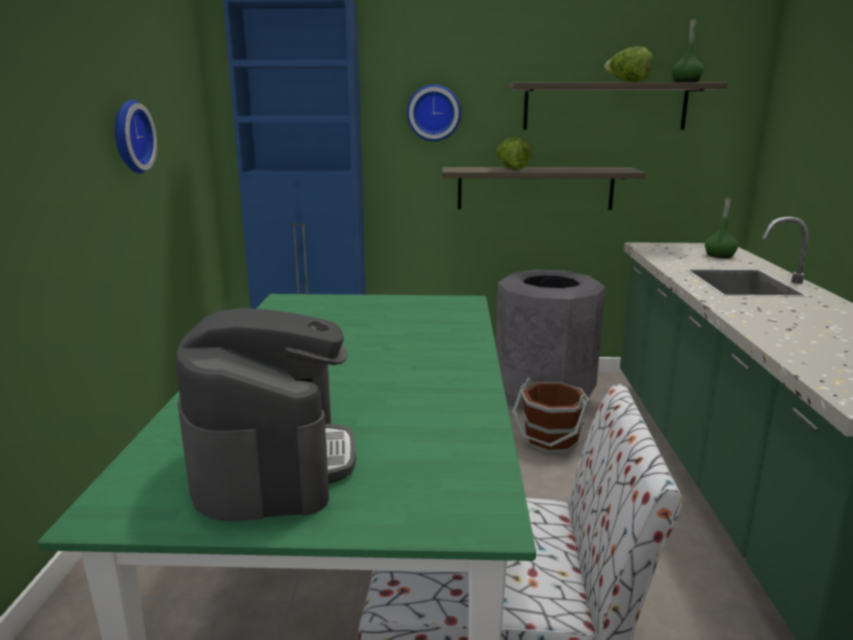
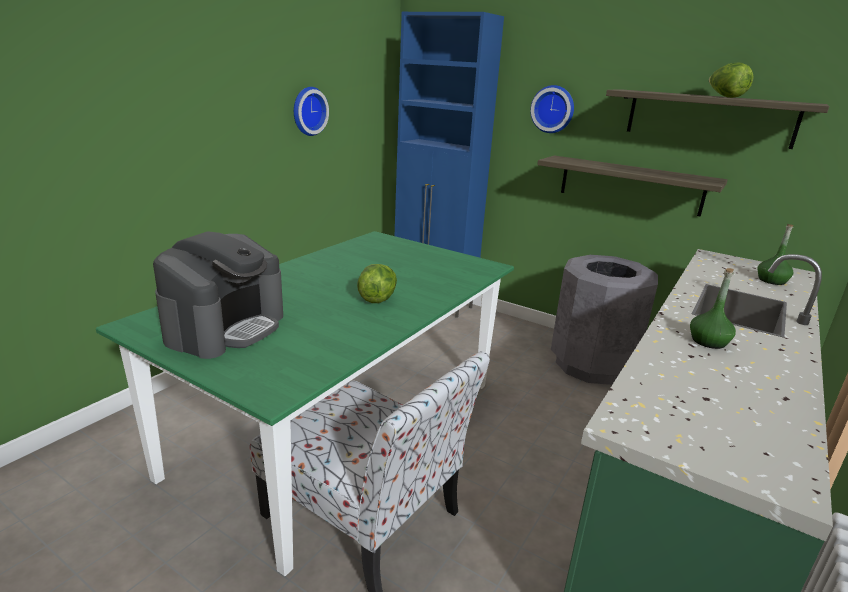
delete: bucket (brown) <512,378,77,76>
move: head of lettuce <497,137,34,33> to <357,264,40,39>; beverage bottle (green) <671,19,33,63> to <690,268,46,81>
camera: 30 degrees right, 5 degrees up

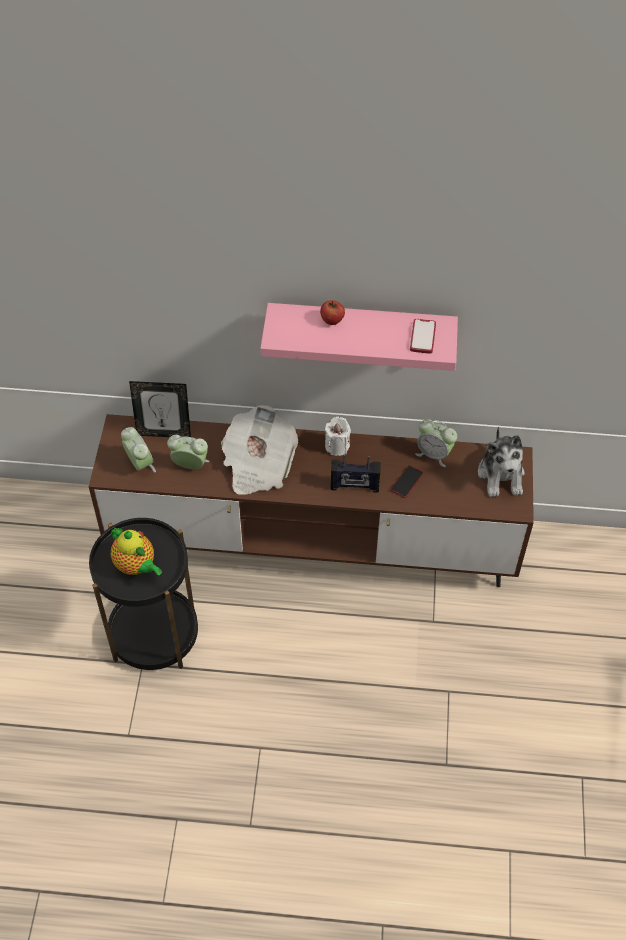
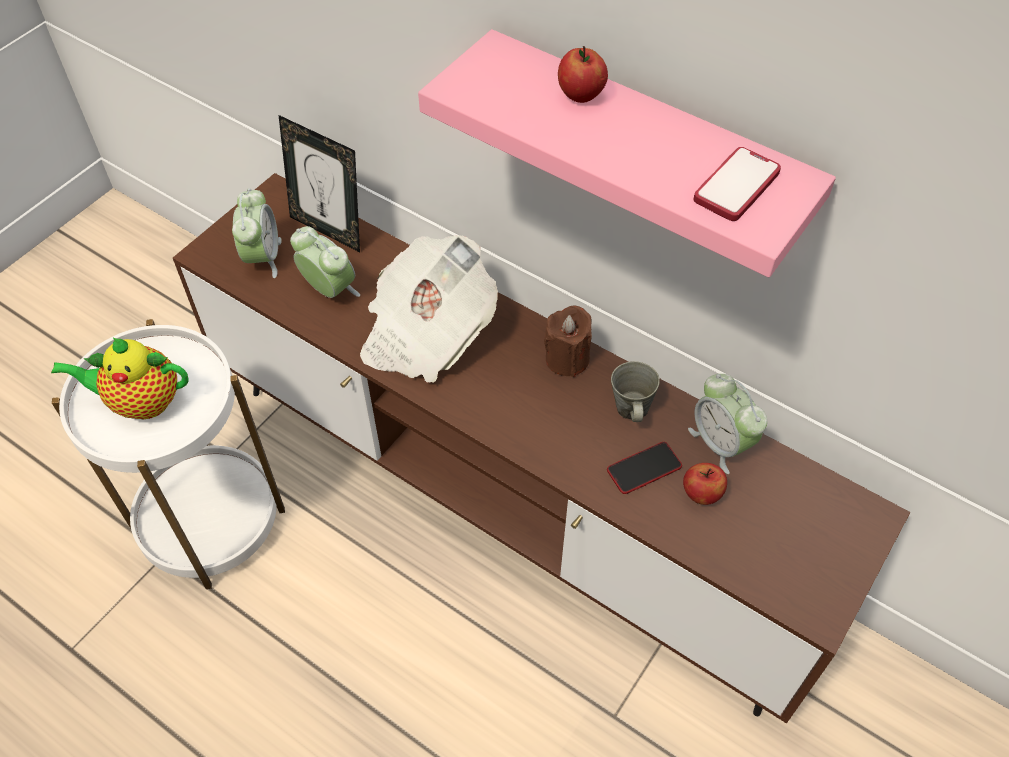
delete: radio receiver <331,454,50,39>; cuddly toy <478,427,47,70>
insert: coffee mug (gray) <611,361,49,61>; whole apple <683,463,44,42>
recolor: end table (black) <89,518,109,152> to end table (white) <52,319,233,270>; wax candle (white) <325,417,26,39> to wax candle (brown) <544,305,48,72>
rotate: pot for tea <111,527,51,48> = <51,338,137,81> 105 degrees clockwise
camera: 30 degrees right, 0 degrees up

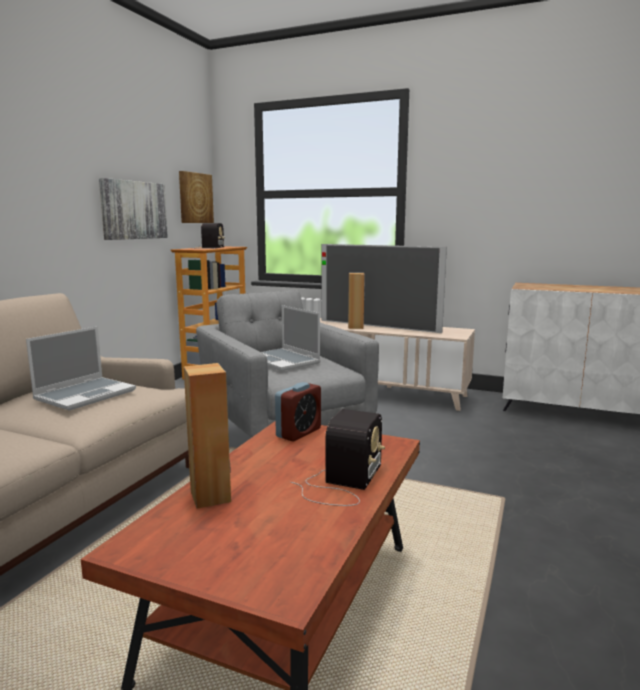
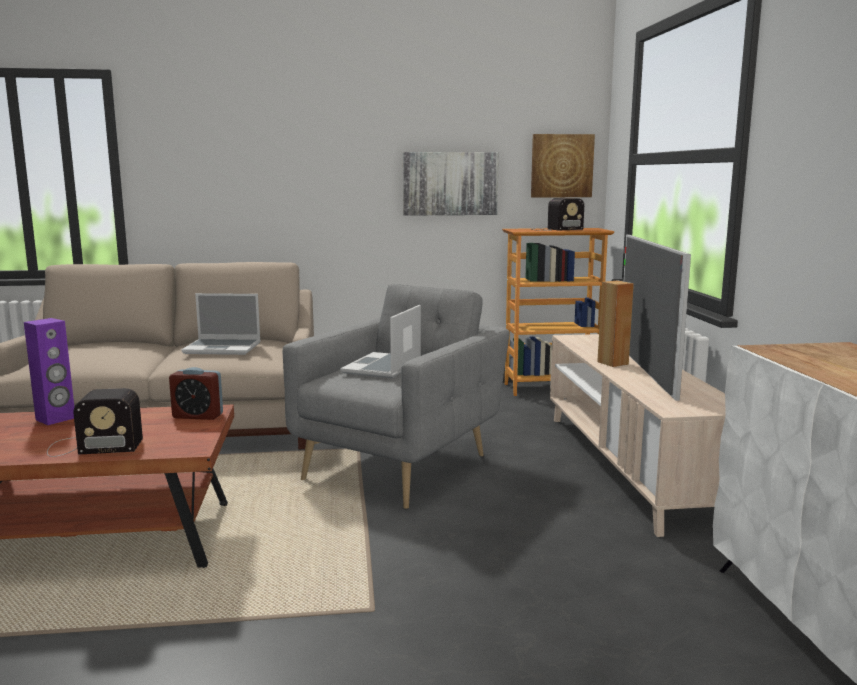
recolor: loudspeaker (brown) <184,363,47,146> to loudspeaker (purple) <24,318,50,107>
camera: 60 degrees right, 0 degrees up

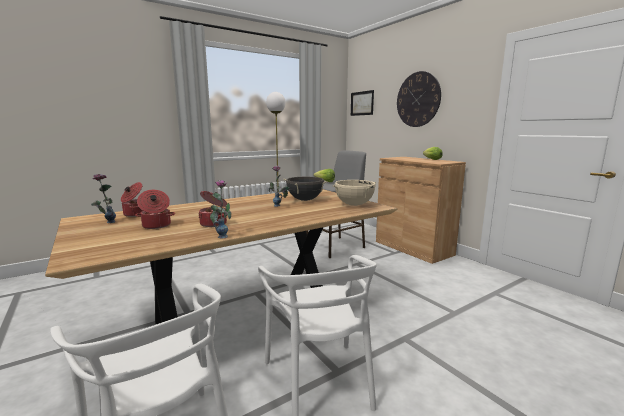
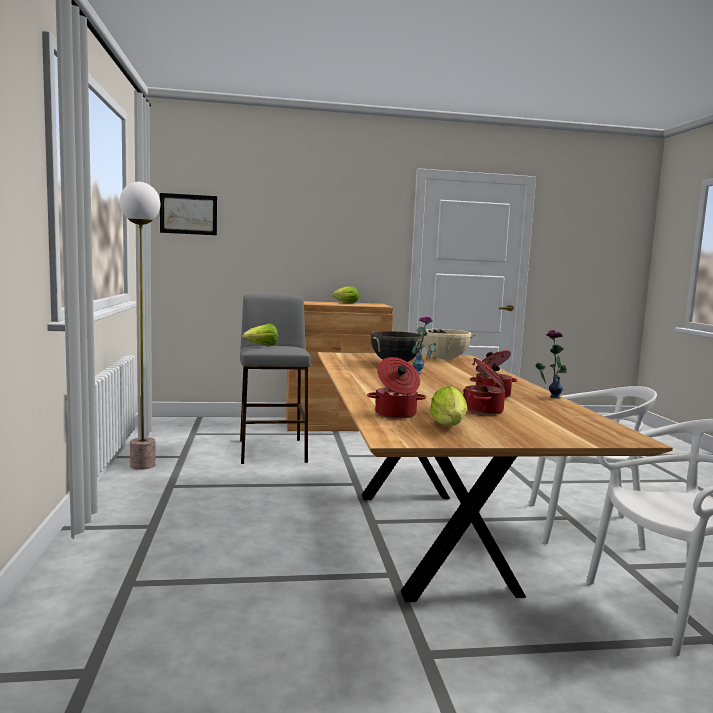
delete: clock on the wall <397,71,44,56>
replace: decorative vase <91,174,25,49> to head of lettuce <430,386,38,40>
camera: 65 degrees left, 5 degrees down

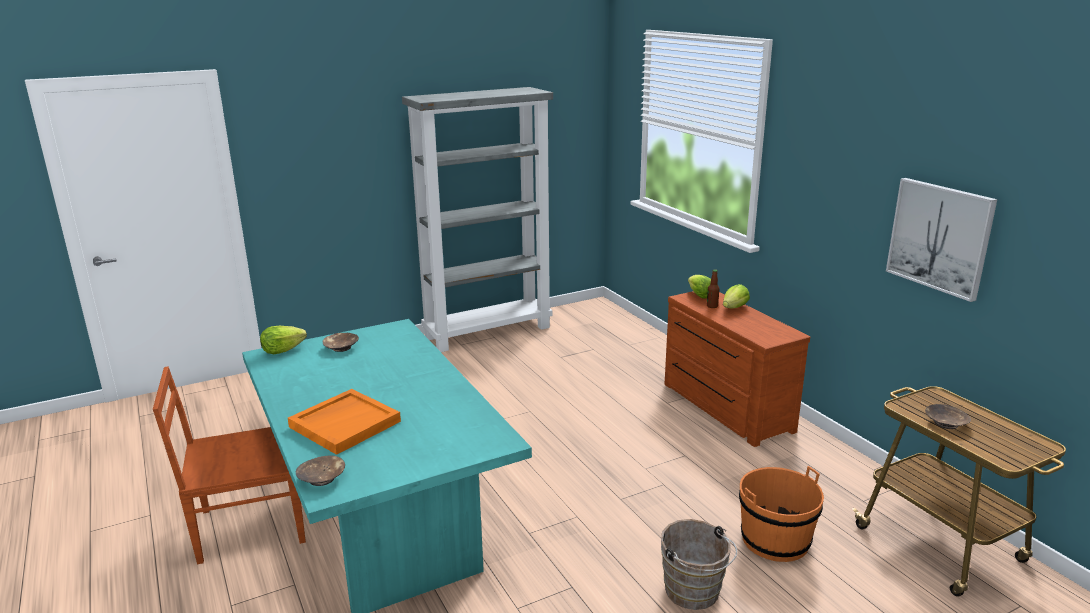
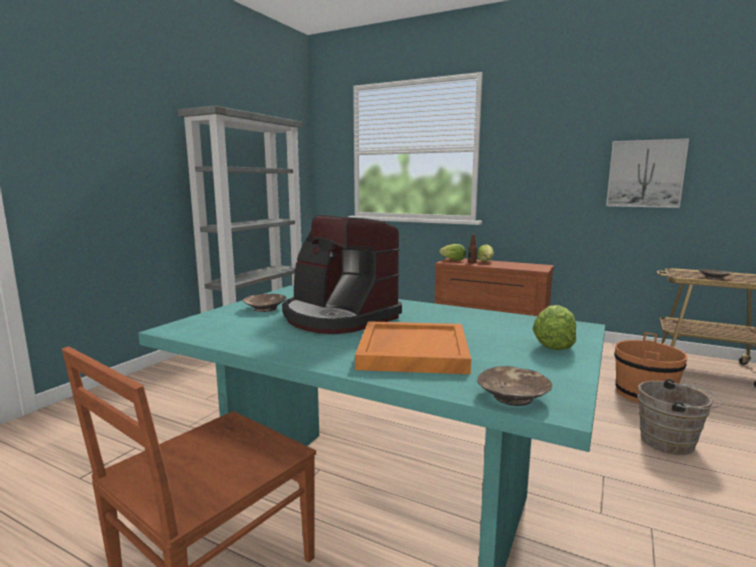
insert: coffee machine <282,215,120,119>
move: head of lettuce <260,326,47,28> to <533,305,43,45>
camera: 35 degrees left, 10 degrees down

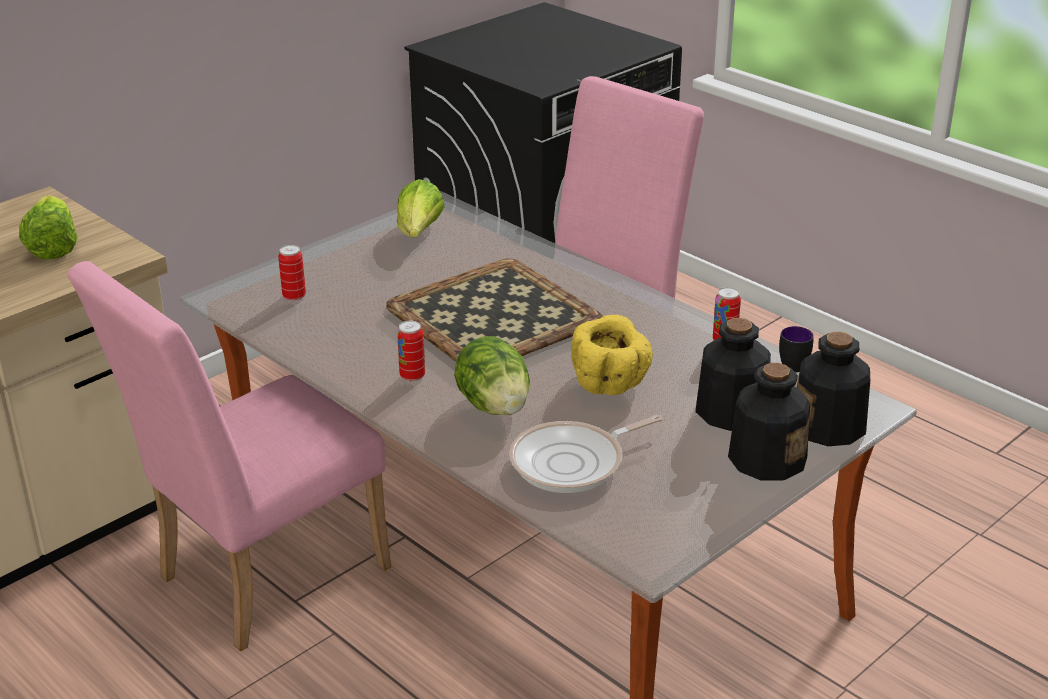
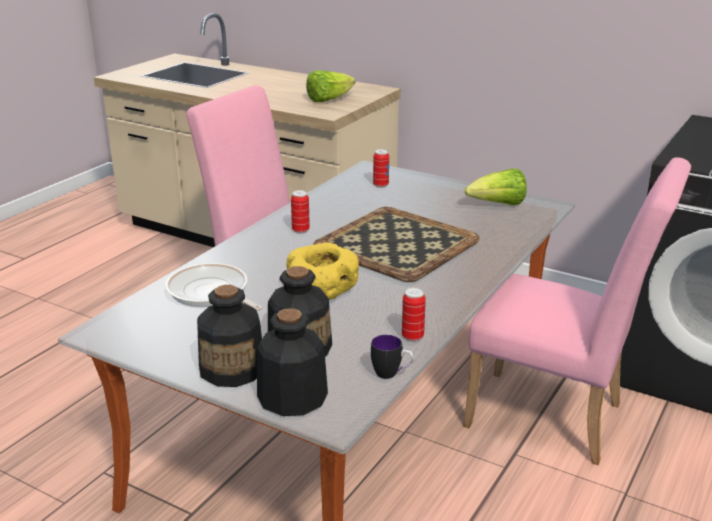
delete: head of lettuce <454,336,76,79>
camera: 75 degrees right, 5 degrees down

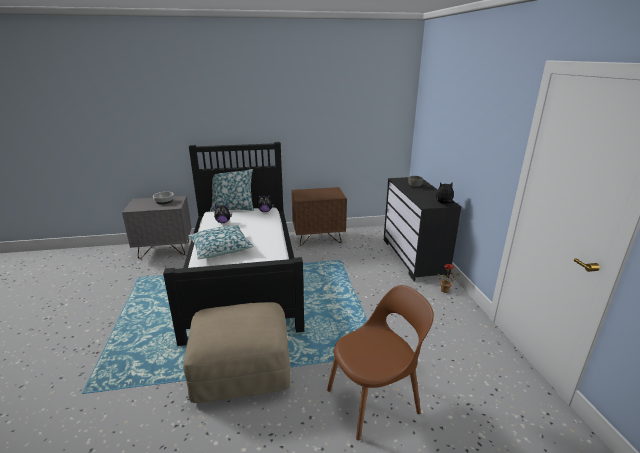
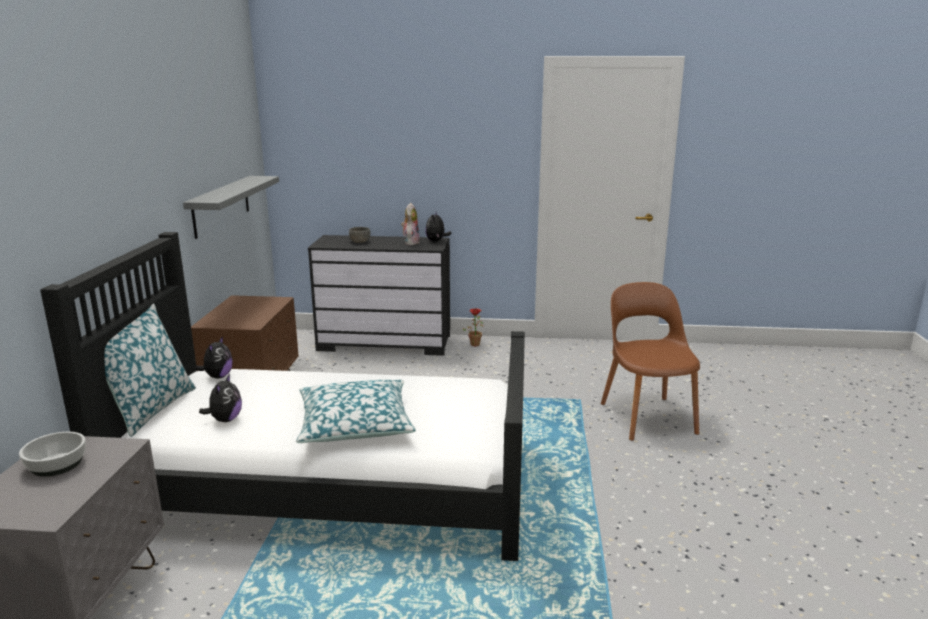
delete: pouffe (beige) <183,302,107,101>
insert: shelf (gray) <183,176,96,63>; cuddly toy <401,203,19,42>
camera: 75 degrees left, 5 degrees down

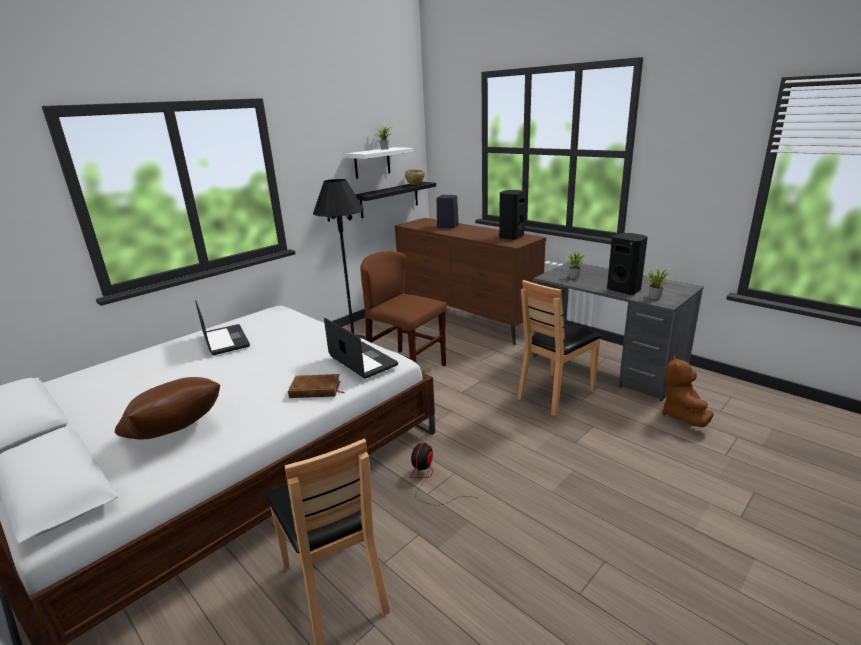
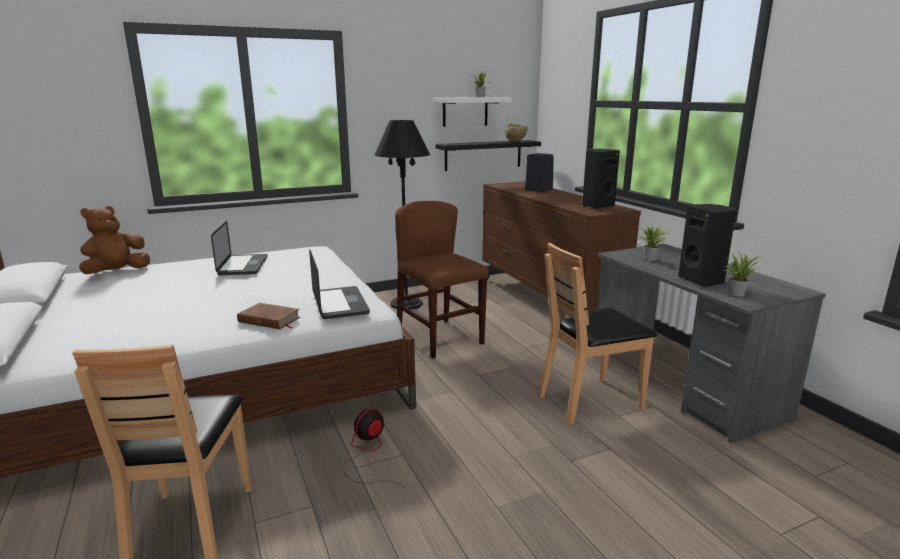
delete: pillow (brown) <115,377,105,63>
move: cuddly toy (brown) <662,355,51,72> to <79,206,71,68>
camera: 20 degrees right, 5 degrees down

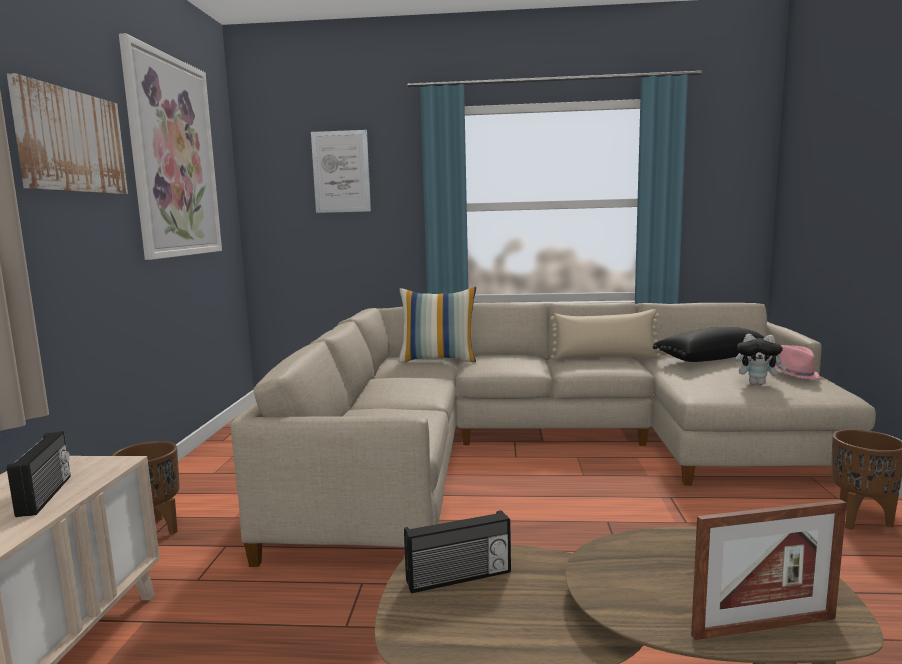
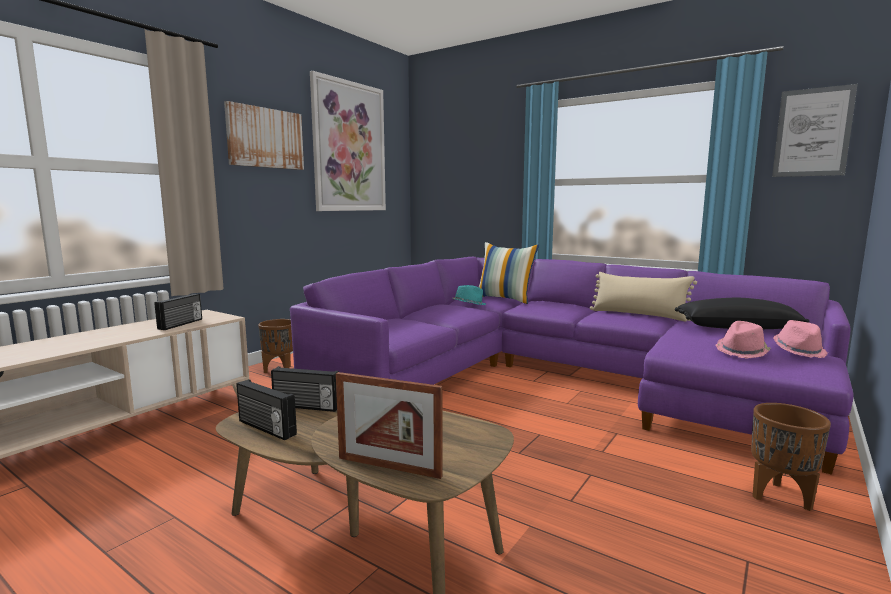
insert: radio receiver <236,379,61,61>; clothing hat (blue-green) <453,285,33,20>
move: picture <311,130,60,83> to <772,84,86,93>
replace: cuddly toy <736,334,52,51> to clothing hat (pinkish) <716,321,55,37>
recolor: settee (beige) <230,302,646,265> to settee (purple) <290,257,564,218>
camera: 30 degrees right, 0 degrees up

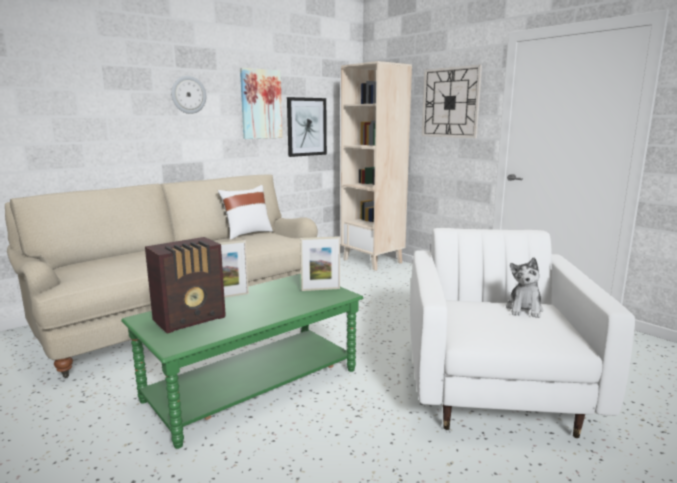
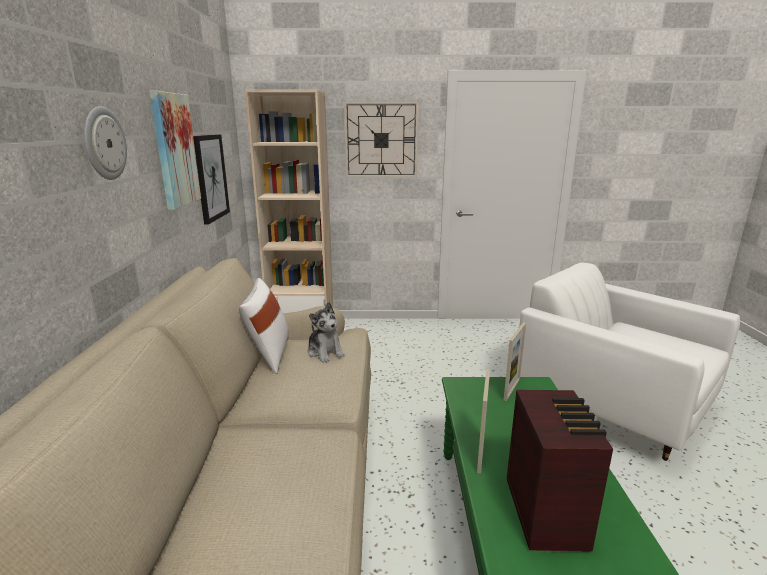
move: cuddly toy <506,257,38,61> to <307,302,38,61>
camera: 50 degrees left, 5 degrees up

